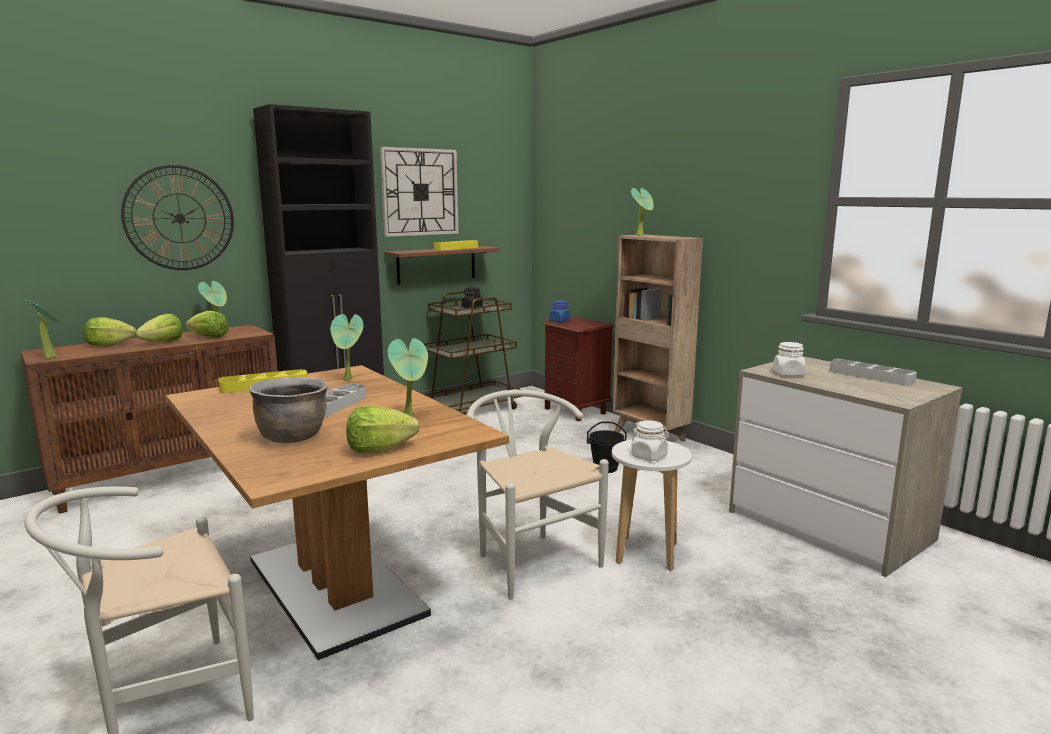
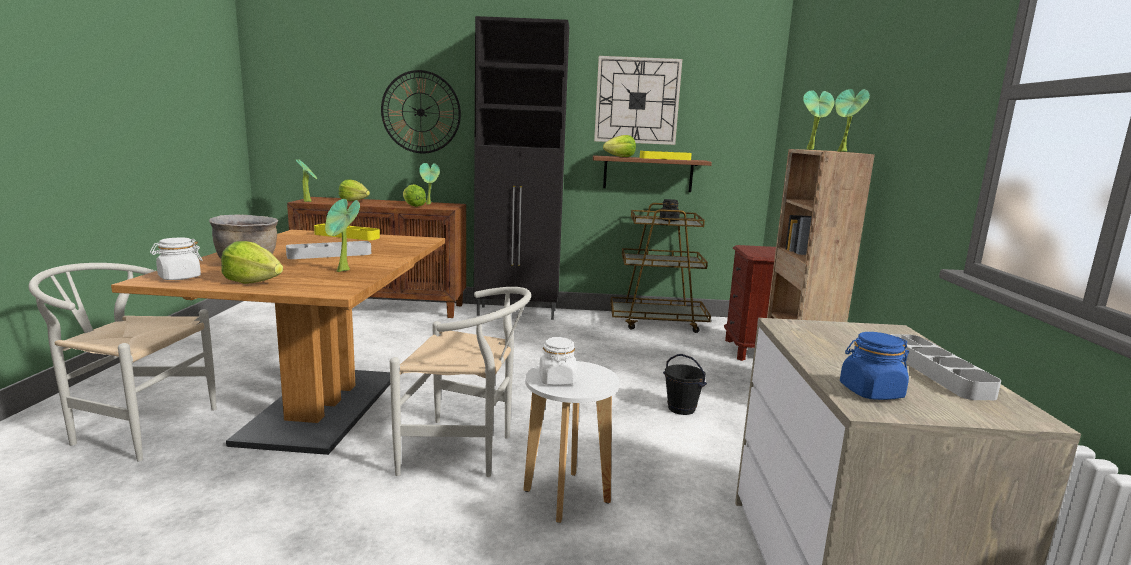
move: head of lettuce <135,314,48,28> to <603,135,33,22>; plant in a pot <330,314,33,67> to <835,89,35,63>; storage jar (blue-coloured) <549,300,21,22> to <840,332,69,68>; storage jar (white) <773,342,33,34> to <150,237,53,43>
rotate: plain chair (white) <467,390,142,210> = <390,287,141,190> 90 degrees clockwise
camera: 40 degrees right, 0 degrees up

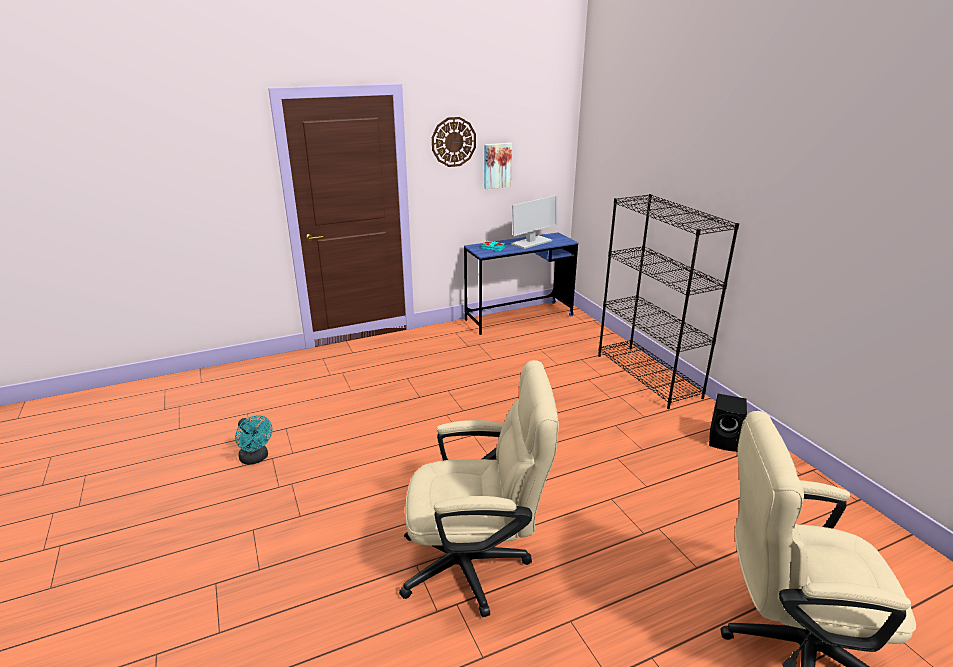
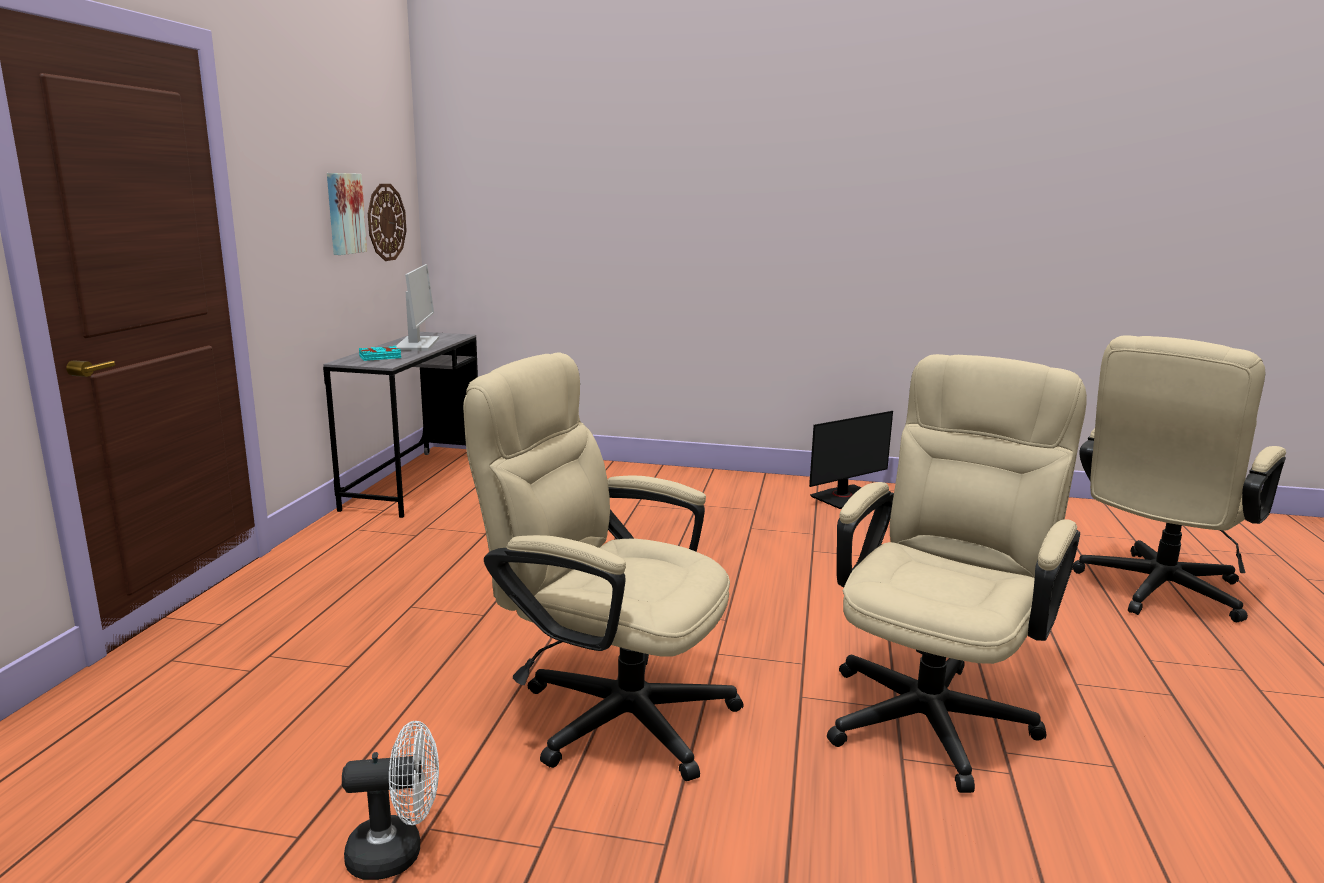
delete: bookshelf (black) <598,194,141,215>
insert: computer chair (beige) <463,352,280,429>
move: clock on the wall <432,117,44,50> to <368,184,39,77>
replace: loudspeaker (black) <709,394,38,58> to computer screen <809,411,84,98>
recolor: fan (blue-green) <235,415,38,50> to fan (white) <342,721,97,159>; desk unit (blue-coloured) <464,232,114,103> to desk unit (gray) <323,332,155,186>
camera: 55 degrees left, 10 degrees down

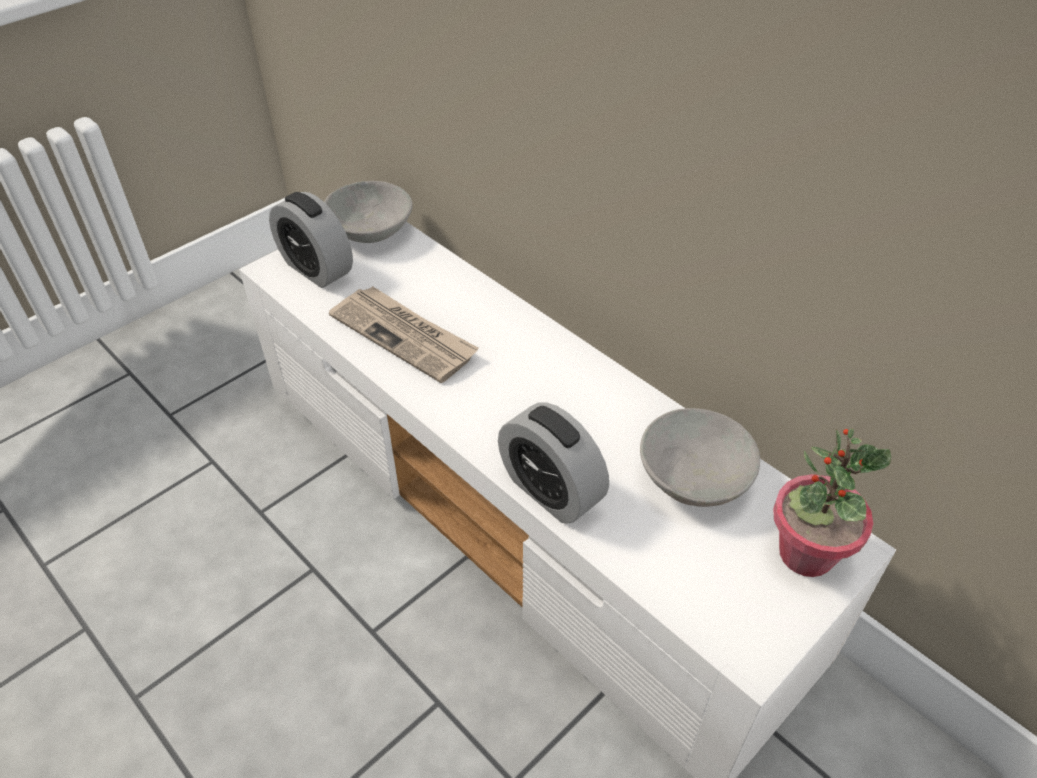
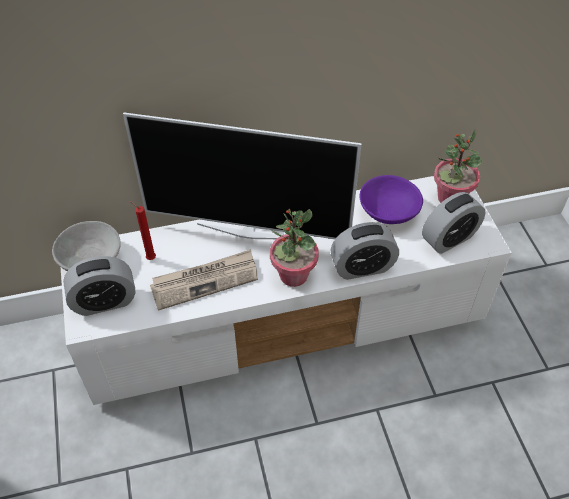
insert: TV <123,112,239,127>; wax candle (red) <130,201,26,59>; plant in a pot <270,209,49,78>; table clock <422,192,64,62>
recolor: deep dish (gray) <640,408,120,99> to deep dish (purple) <359,175,64,49>
camera: 60 degrees left, 5 degrees up

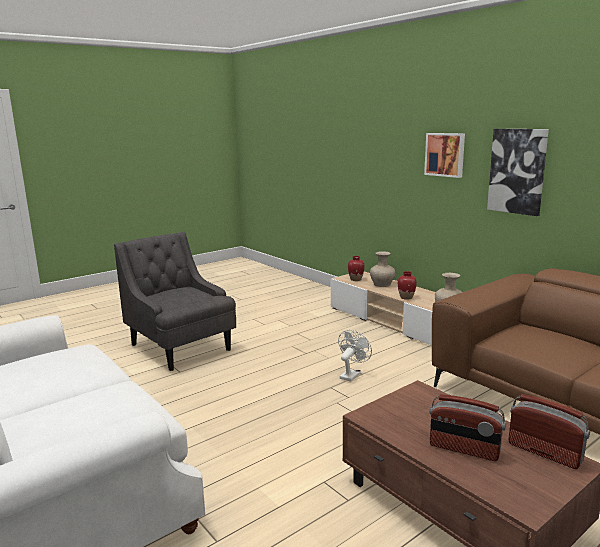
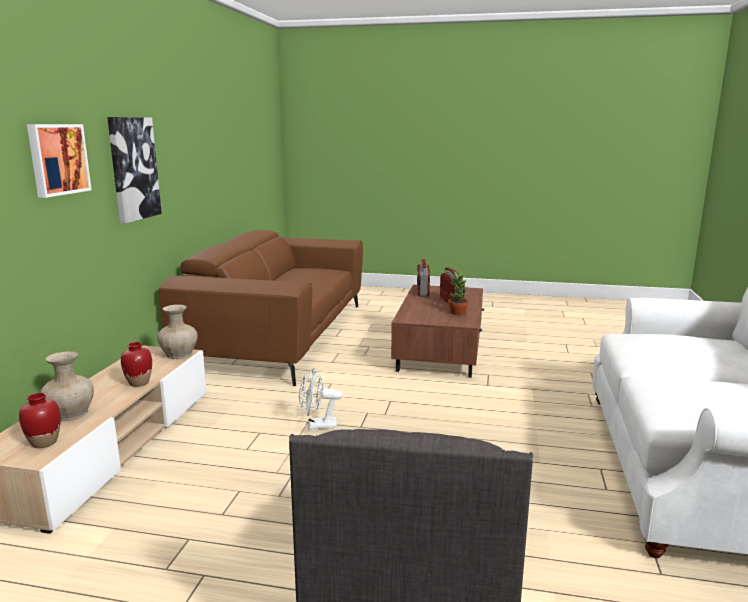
insert: plant in a pot <448,272,21,43>
camera: 130 degrees left, 0 degrees up

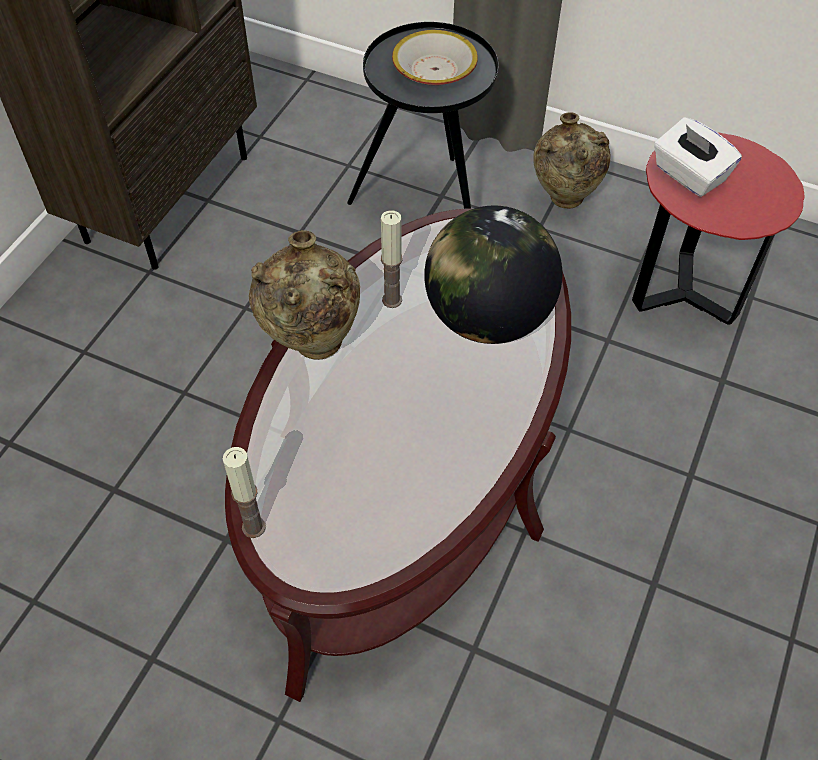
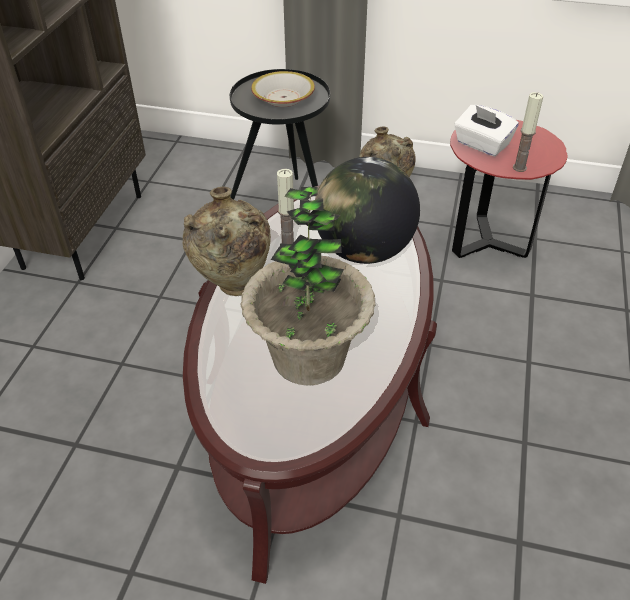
insert: plant in a pot <241,187,134,198>
move: wax candle <223,447,43,91> to <513,92,30,80>
camera: 10 degrees left, 10 degrees down

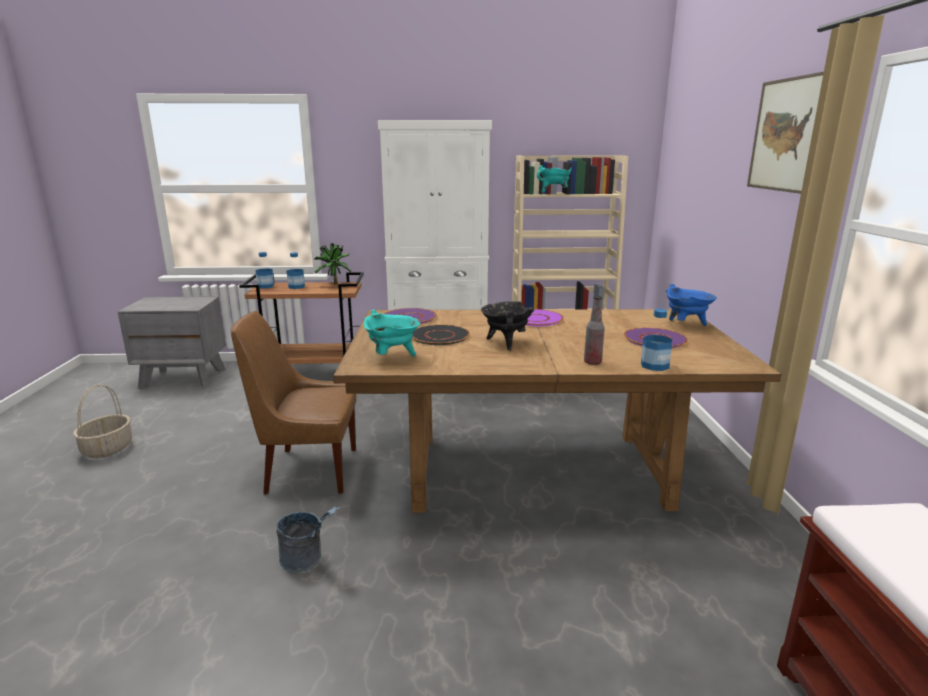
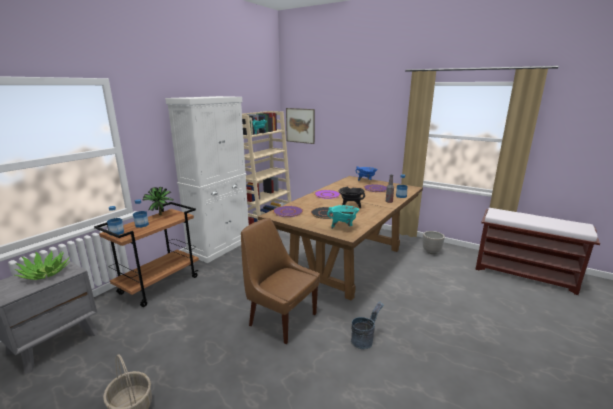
insert: plant in a pot <14,250,56,30>; plant pot <423,231,22,23>
move: picture <747,72,77,122> to <286,108,29,36>
rotate: plain chair (brown) <231,311,125,183> = <241,218,79,126> 90 degrees clockwise
camera: 55 degrees left, 0 degrees up

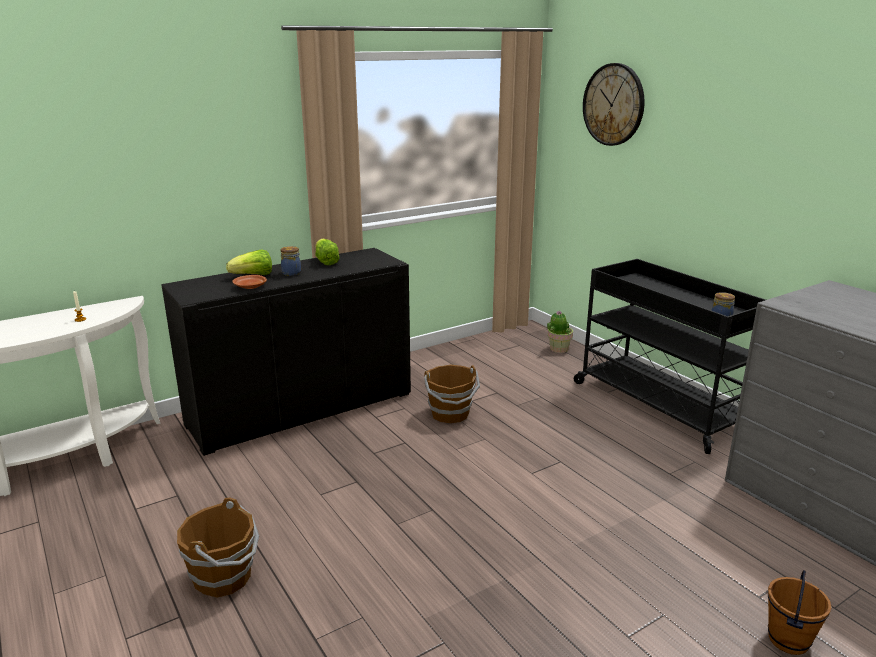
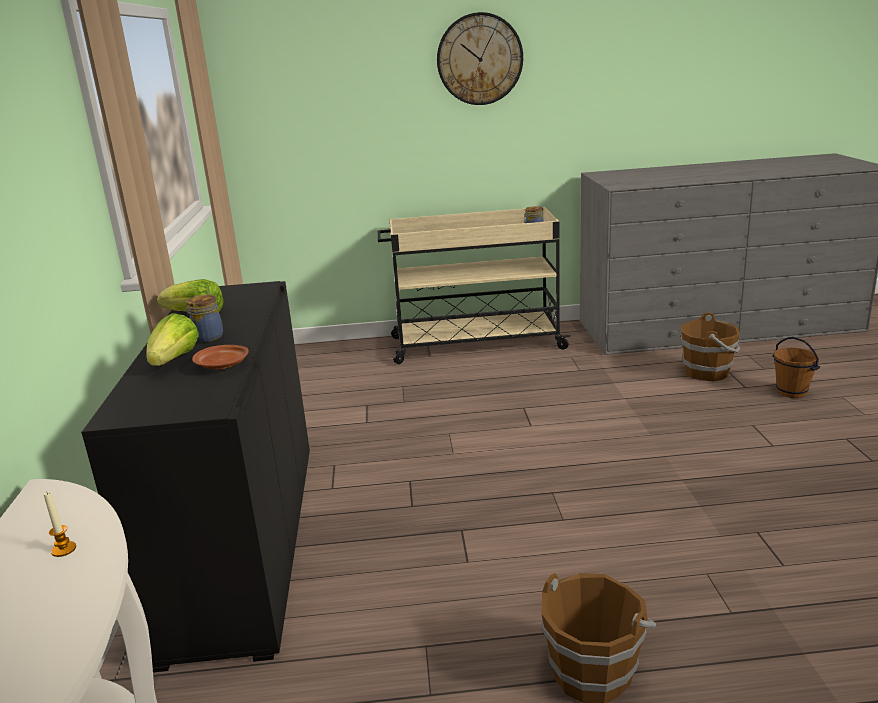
delete: plant in a pot <547,311,26,42>
move: bucket (brown) <424,364,56,59> to <681,313,59,68>; clock on the wall <583,63,62,83> to <437,12,86,93>
recolor: wheeled cart (black) <574,259,192,195> to wheeled cart (beige) <378,207,193,157>
camera: 60 degrees left, 0 degrees up

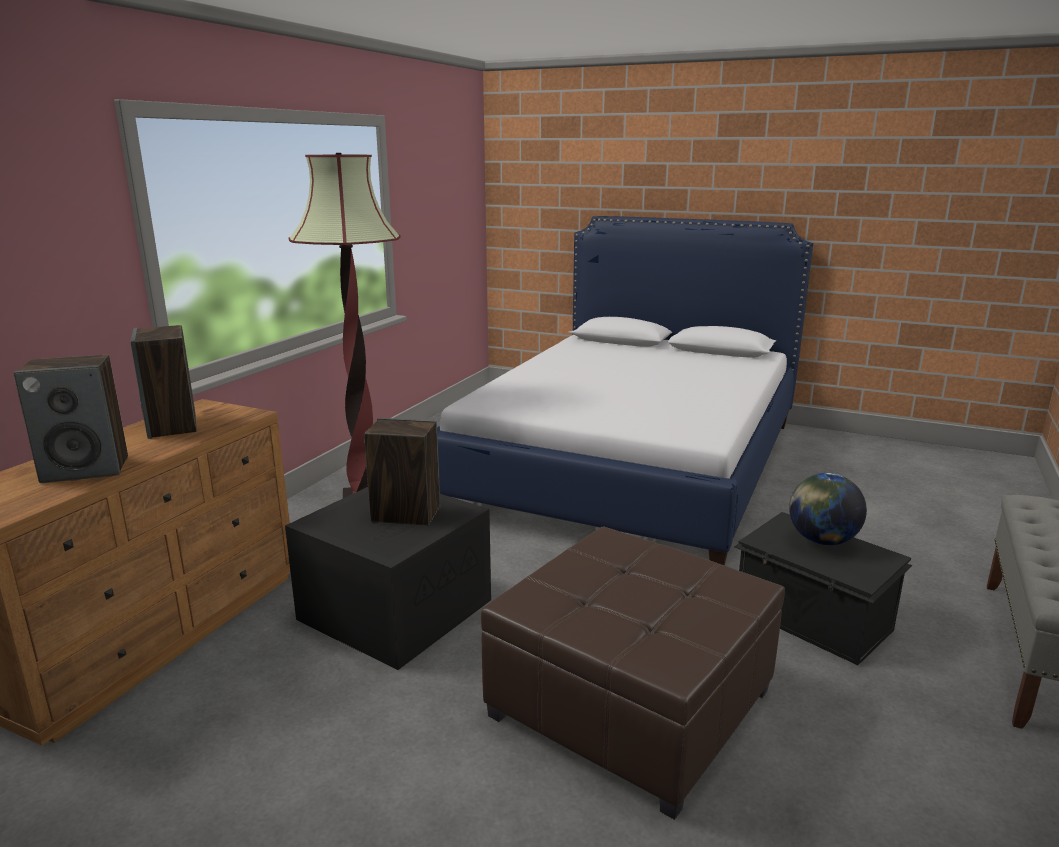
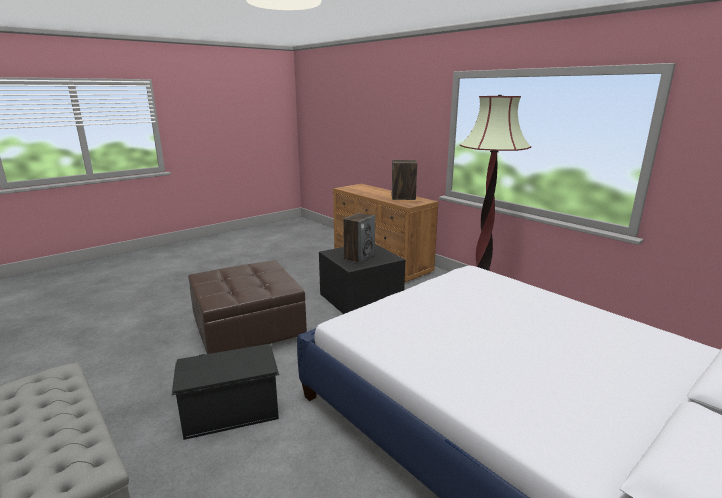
delete: loudspeaker <14,355,114,128>; world globe <789,473,78,72>
camera: 115 degrees right, 0 degrees up

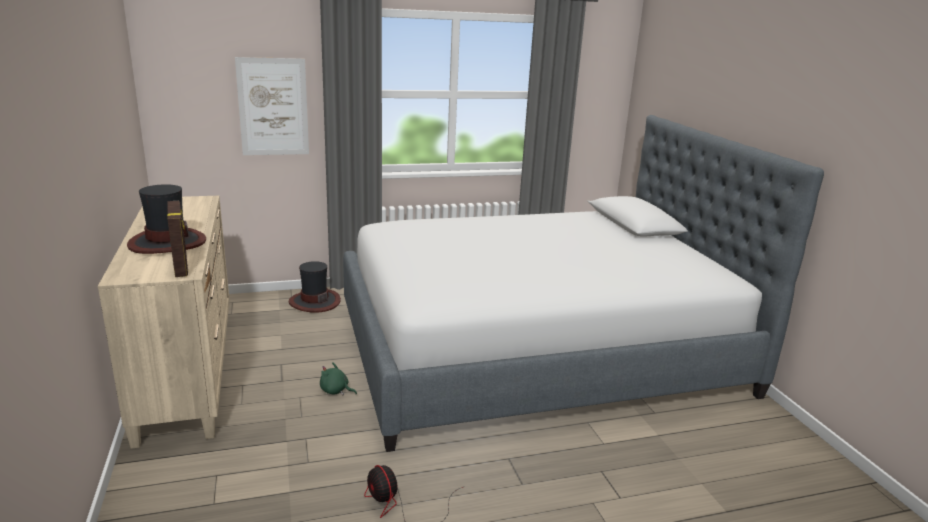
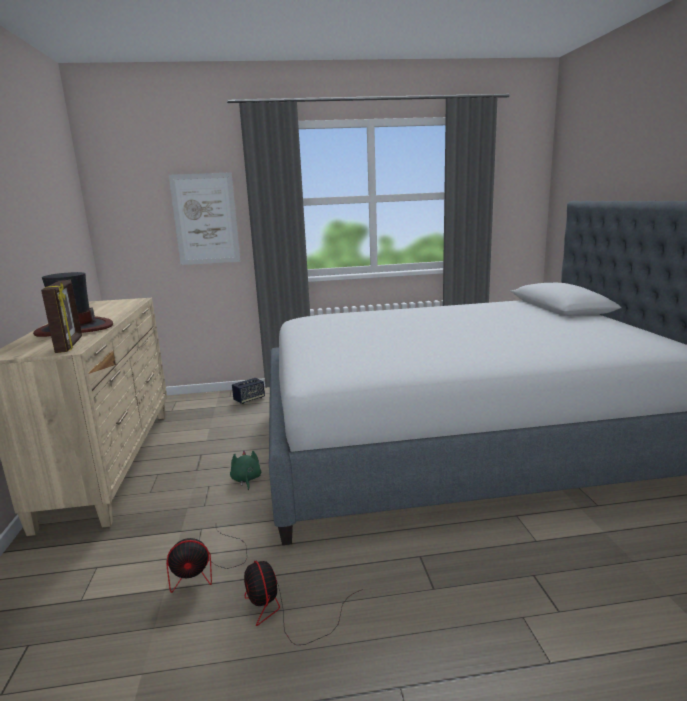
insert: fan <166,528,81,65>
replace: clothing hat <289,261,52,52> to loudspeaker <232,378,33,26>
rotate: cuddly toy (green) <320,362,37,33> = <230,450,31,40> 45 degrees clockwise
camera: 10 degrees right, 5 degrees down

